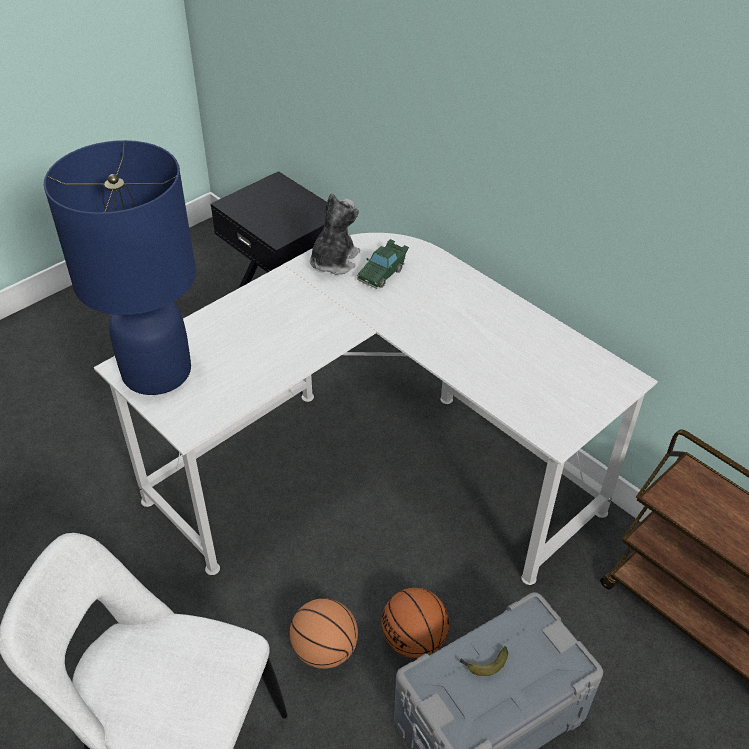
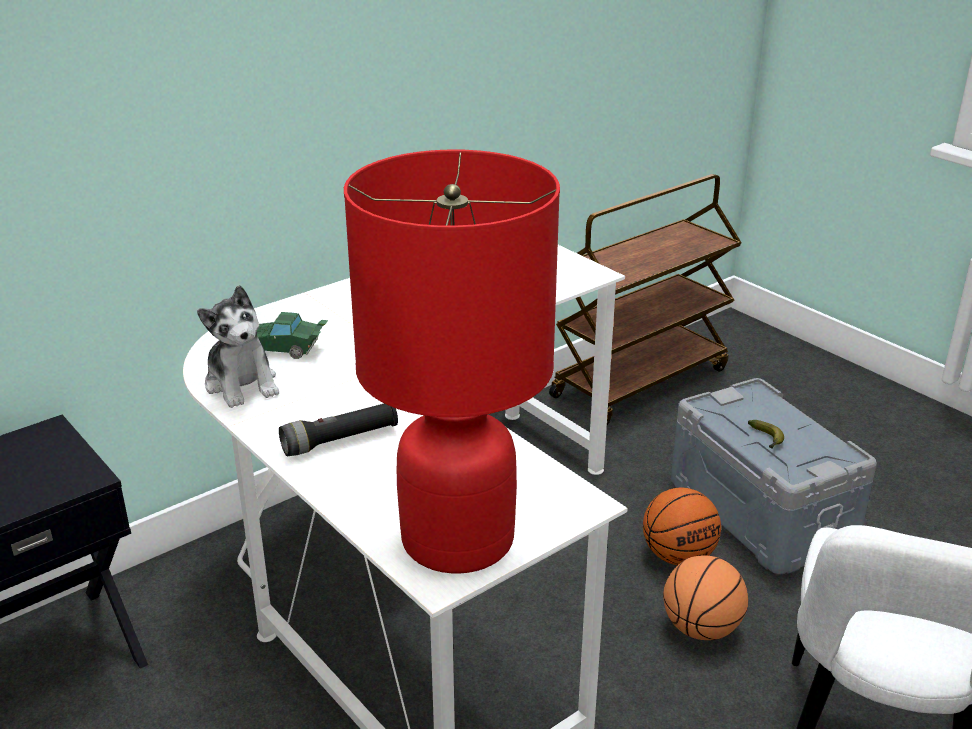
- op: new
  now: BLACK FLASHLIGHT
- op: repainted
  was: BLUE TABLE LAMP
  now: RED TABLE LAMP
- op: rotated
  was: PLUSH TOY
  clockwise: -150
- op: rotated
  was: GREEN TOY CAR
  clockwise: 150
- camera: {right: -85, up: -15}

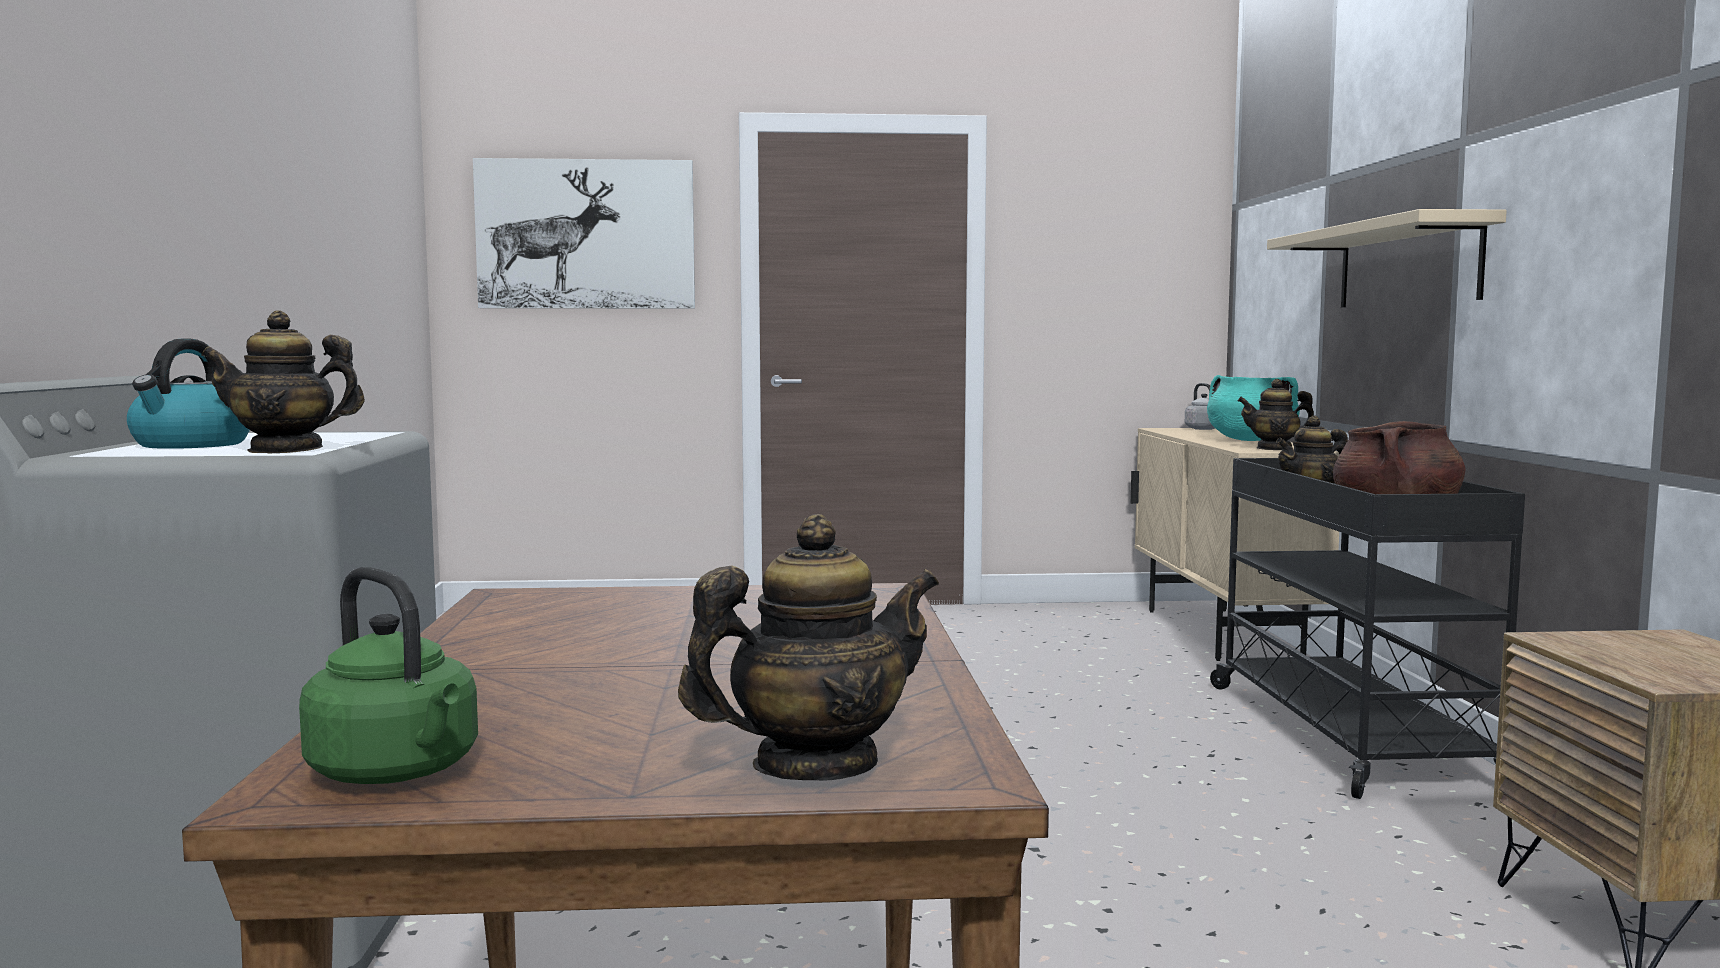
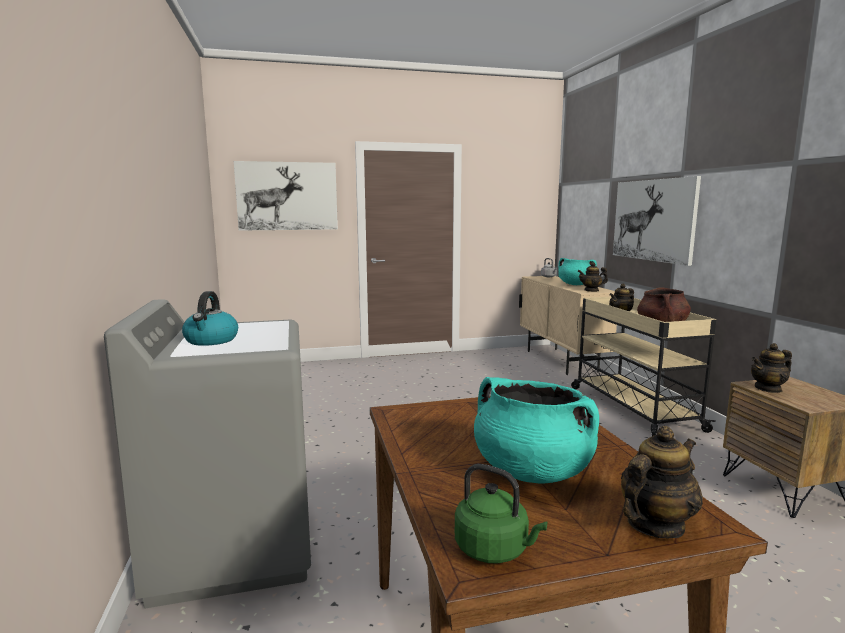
- op: new
  now: TURQUOISE COOKING POT (no. 1 from left)
- op: shifted
  was: TEAPOT (no. 1 from left in the first image)
  now: TEAPOT (no. 4 from left)
- op: swapped
  was: BEIGE SHELF
  now: PICTURE (no. 2 from left)
- op: repainted
  was: BLACK CART
  now: BEIGE CART
- camera: {right: -10, up: 5}

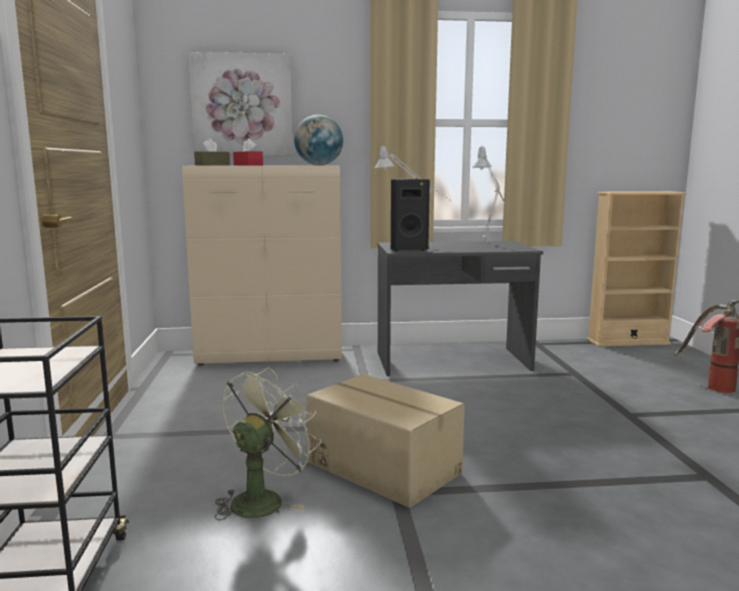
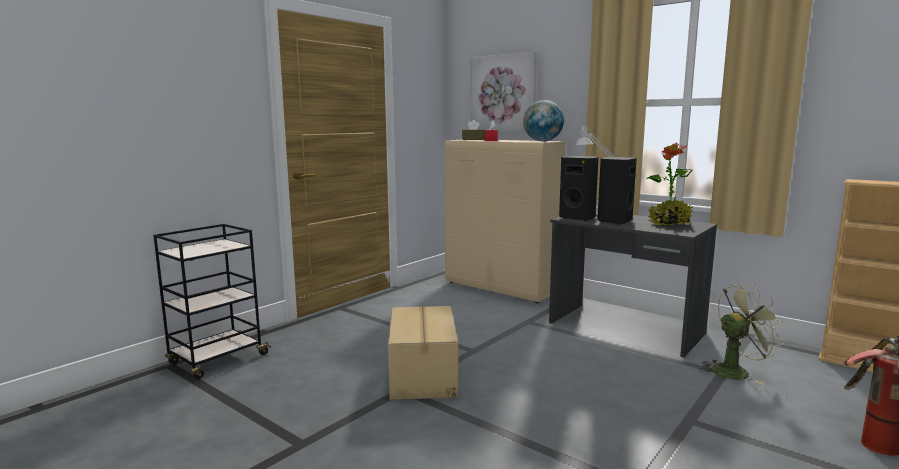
- op: new
  now: BLACK SPEAKER (no. 2 from left)
- op: shifted
  was: GREEN FAN
- op: swapped
  was: GREY TABLE LAMP (no. 2 from left)
  now: POTTED PLANT
- camera: {right: 45, up: 0}

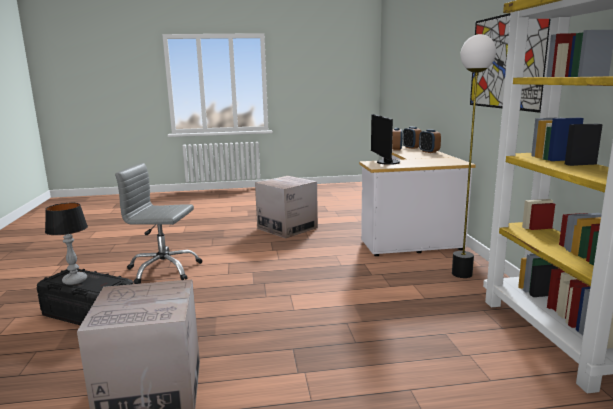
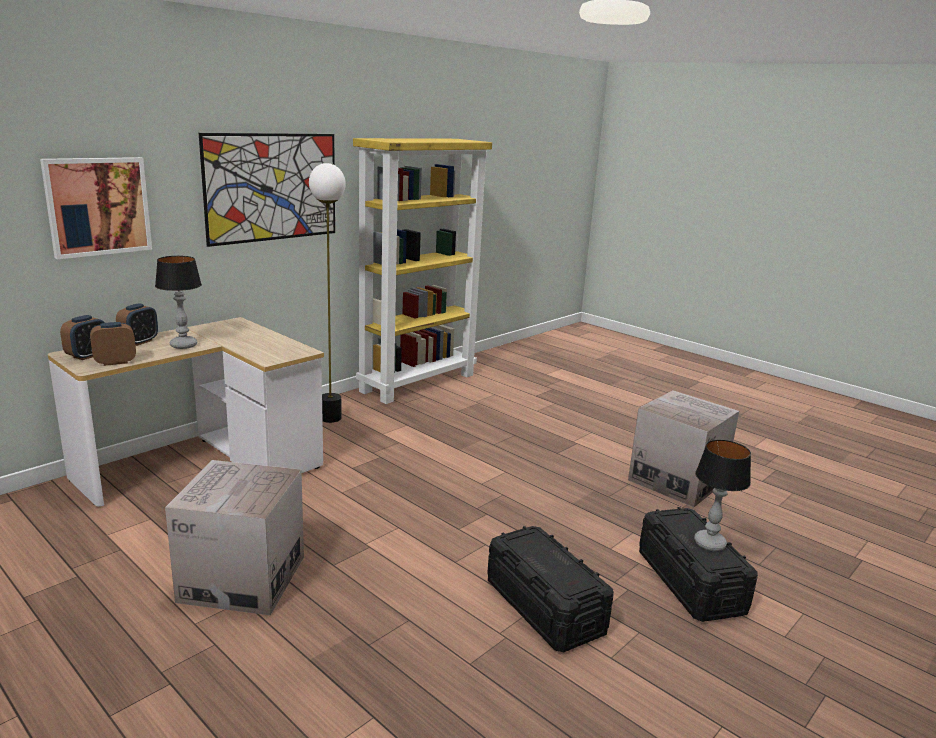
- op: gone
  was: MONITOR
- op: new
  now: PICTURE (no. 1 from left)
- op: new
  now: TABLE LAMP (no. 1 from left)
- op: swapped
  was: GREY OFFICE CHAIR
  now: BLACK STORAGE BOX (no. 1 from left)
- camera: {right: -130, up: 5}

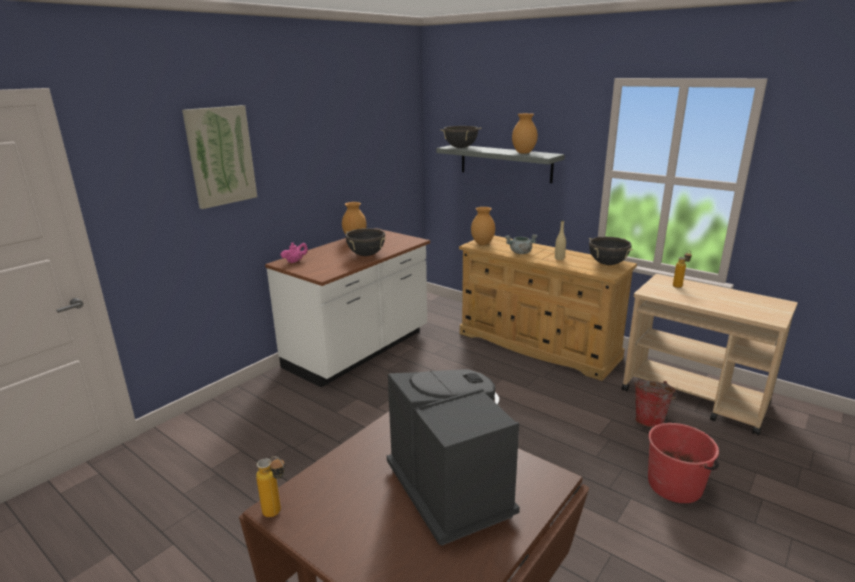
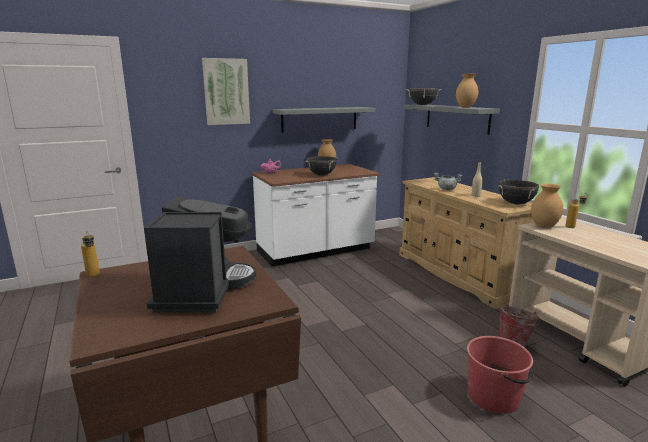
- op: new
  now: GREY SHELF (no. 1 from left)
- op: shifted
  was: BROWN VASE (no. 2 from left in the first image)
  now: BROWN VASE (no. 3 from left)
- camera: {right: 25, up: -5}

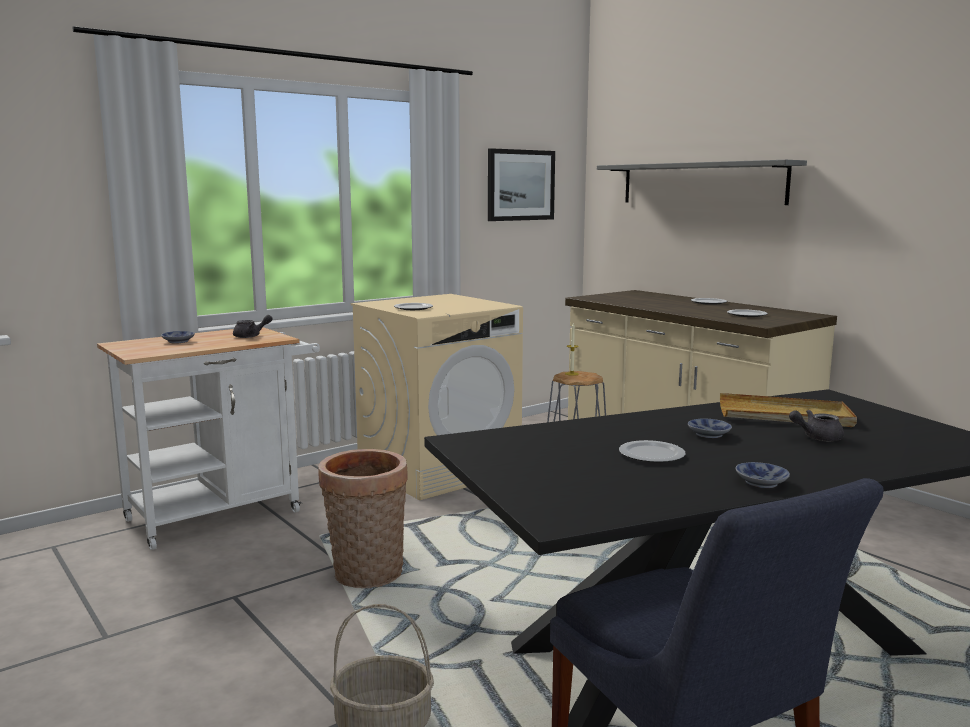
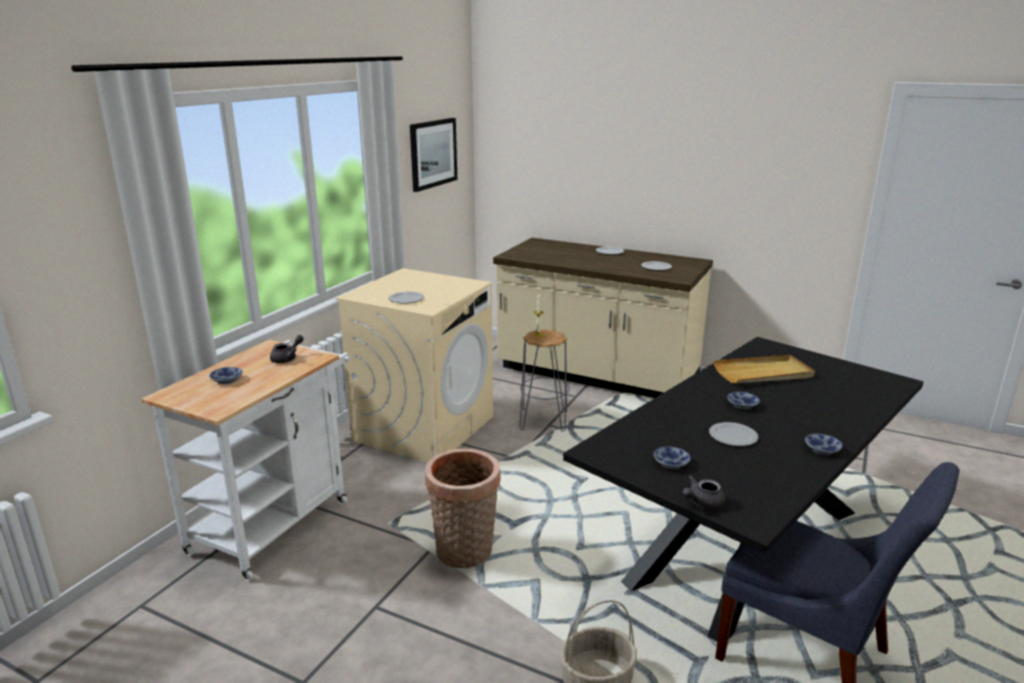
- op: gone
  was: GREY SHELF
- op: new
  now: BOWL (no. 2 from left)
- op: shifted
  was: GREY TEAPOT (no. 2 from left)
- camera: {right: -25, up: 10}

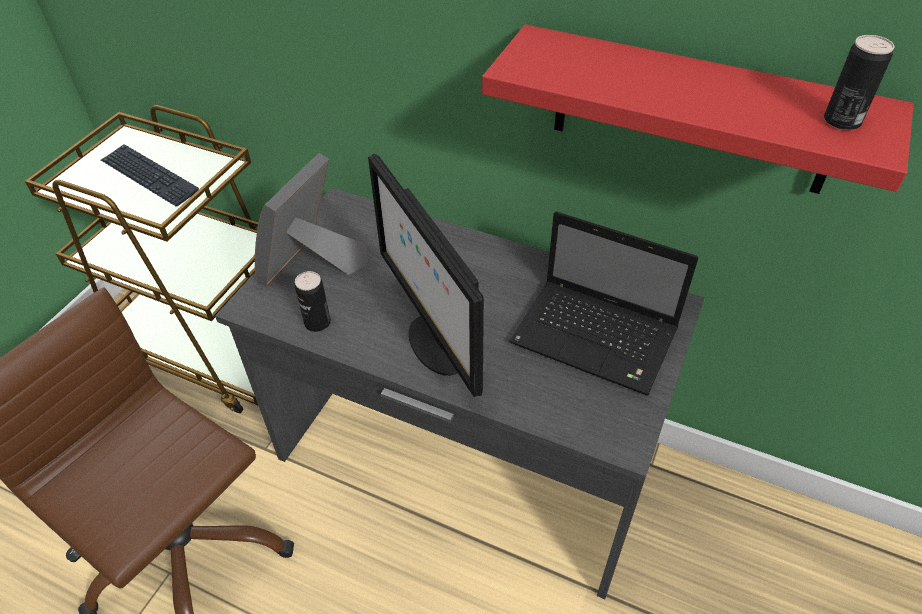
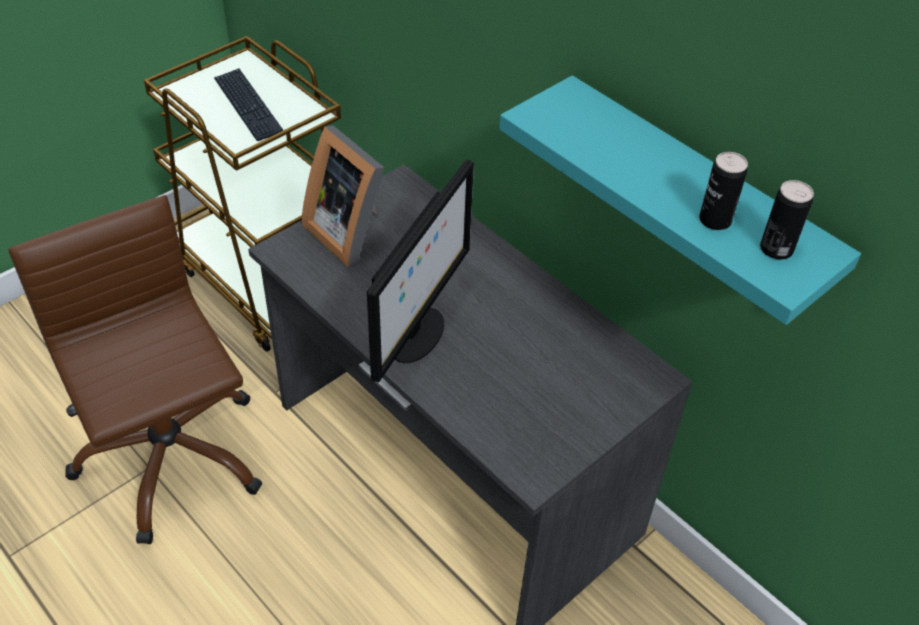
- op: gone
  was: LAPTOP
- op: shifted
  was: CAN (no. 1 from left)
- op: repainted
  was: RED SHELF
  now: TURQUOISE SHELF
- op: rotated
  was: PICTURE FRAME
  clockwise: -90
- op: rotated
  was: MONITOR
  clockwise: -150
- camera: {right: 20, up: 0}

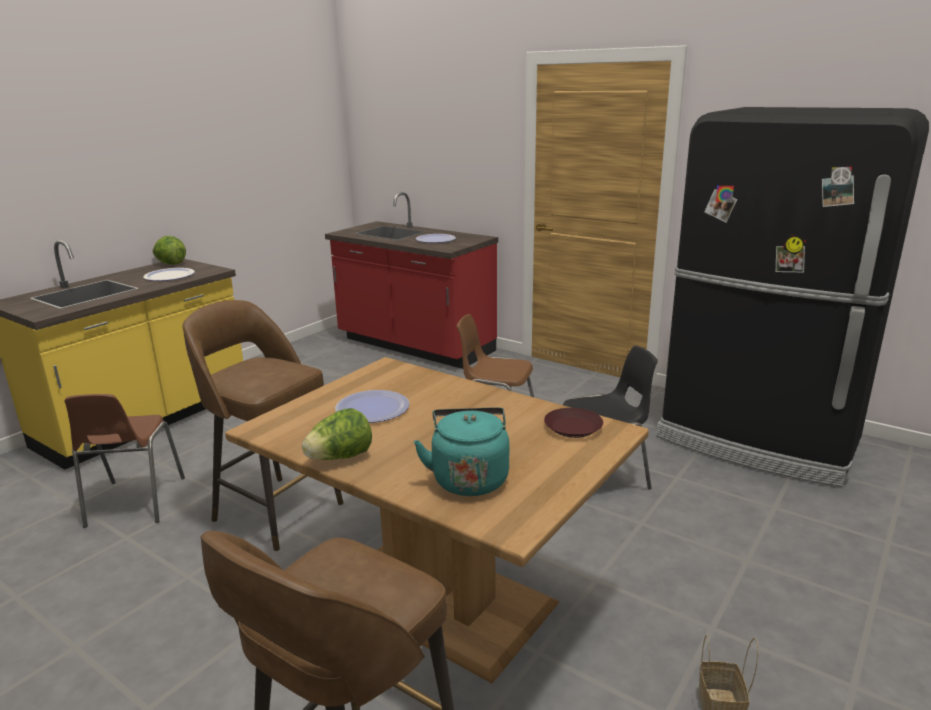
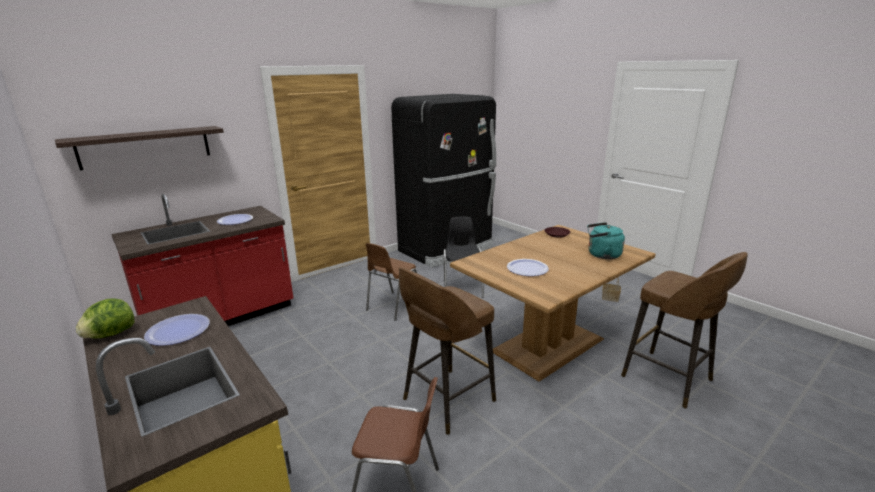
- op: gone
  was: LETTUCE (no. 2 from left)
- op: new
  now: SHELF
- camera: {right: -75, up: 0}

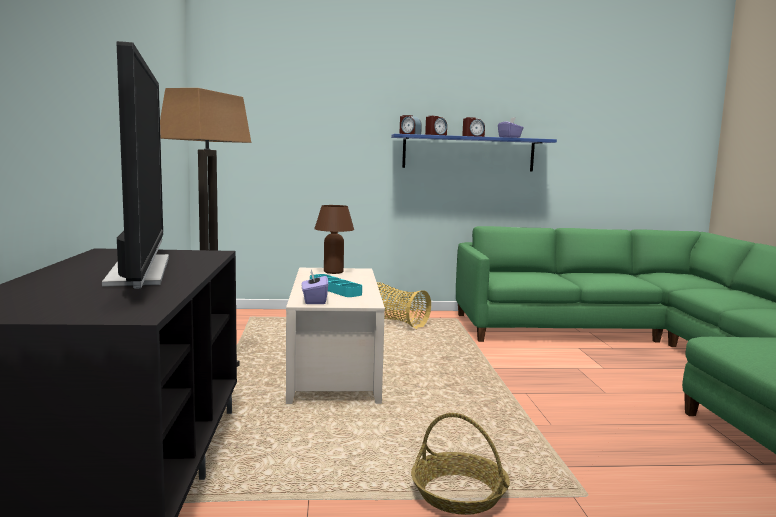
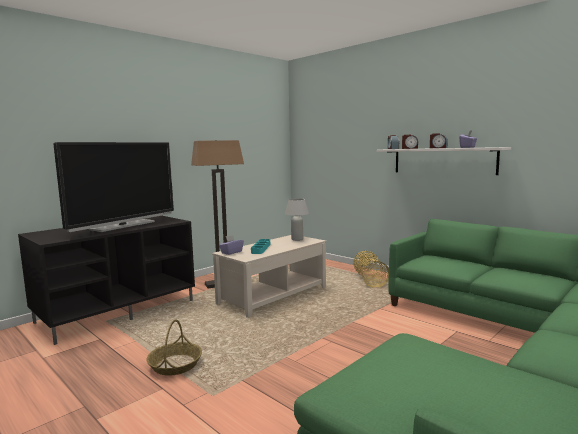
- op: repainted
  was: BROWN TABLE LAMP
  now: WHITE TABLE LAMP
- op: repainted
  was: BLUE SHELF
  now: WHITE SHELF
- camera: {right: 50, up: 0}

